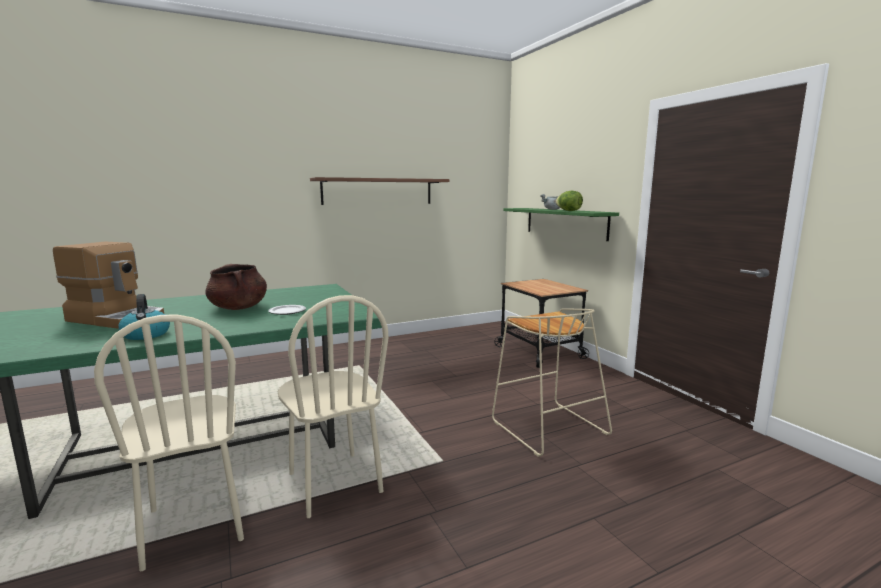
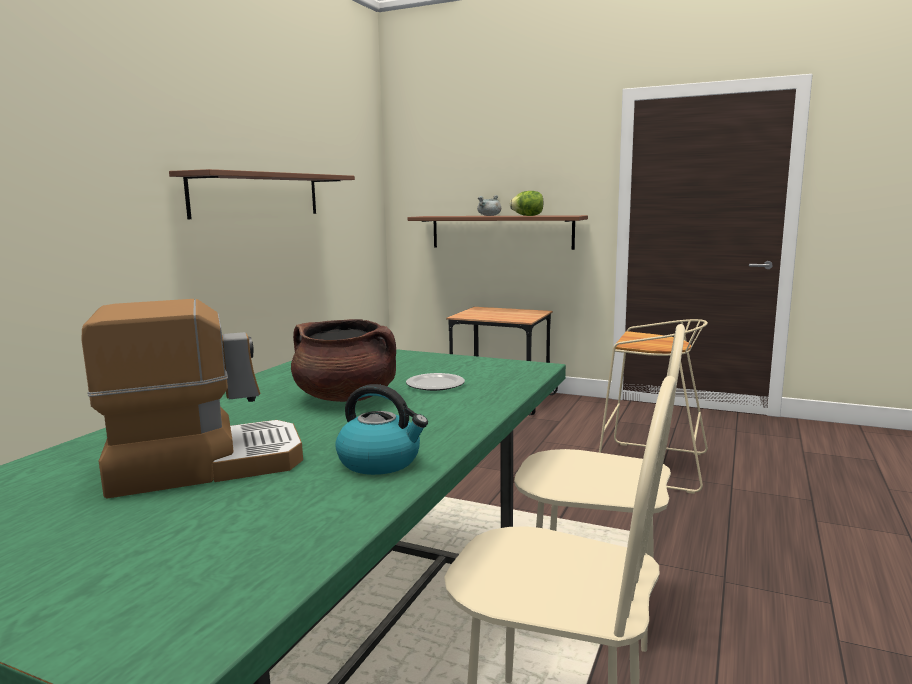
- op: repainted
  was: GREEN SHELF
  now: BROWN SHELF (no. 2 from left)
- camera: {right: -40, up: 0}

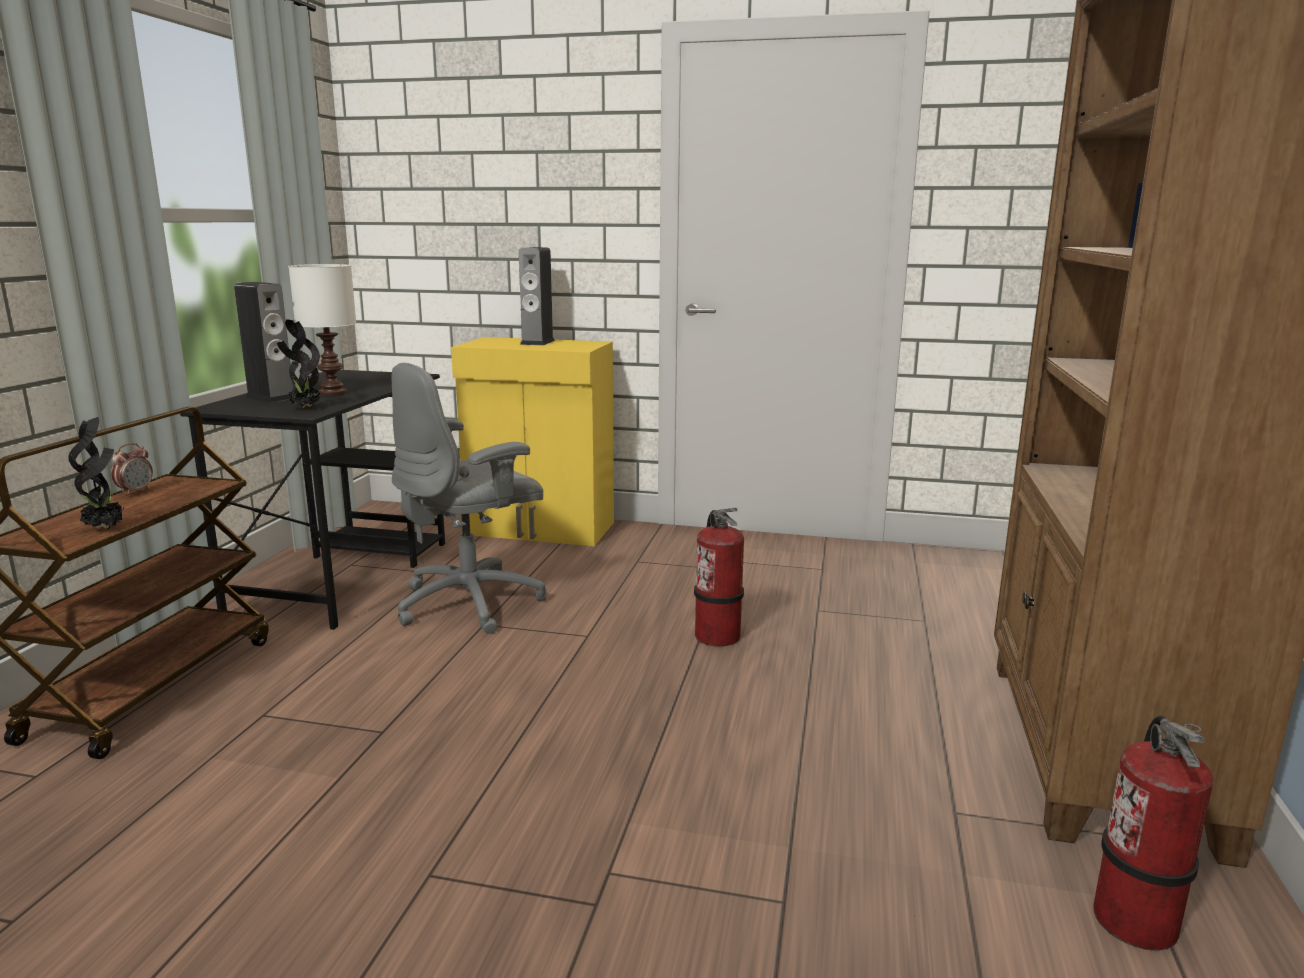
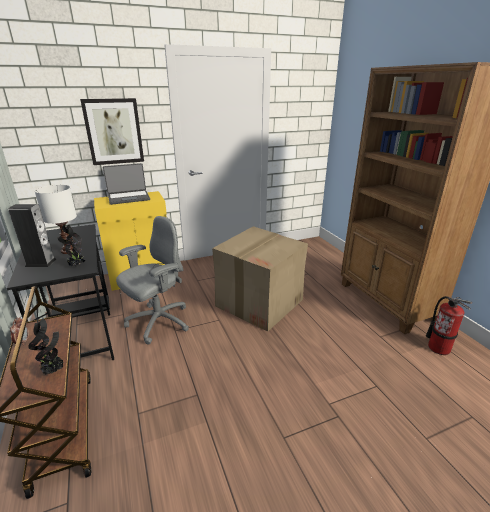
- op: new
  now: PICTURE
- op: swapped
  was: SPEAKER (no. 2 from left)
  now: LAPTOP
- op: swapped
  was: FIRE EXTINGUISHER (no. 1 from left)
  now: CARDBOARD BOX
- op: rotated
  was: GREY OFFICE CHAIR
  clockwise: -150
- camera: {right: -35, up: 10}

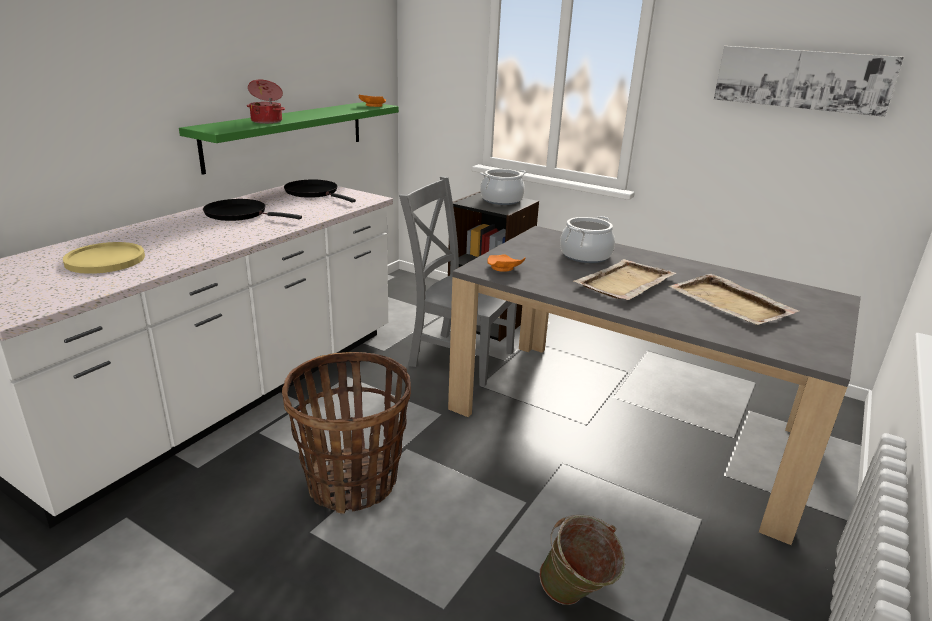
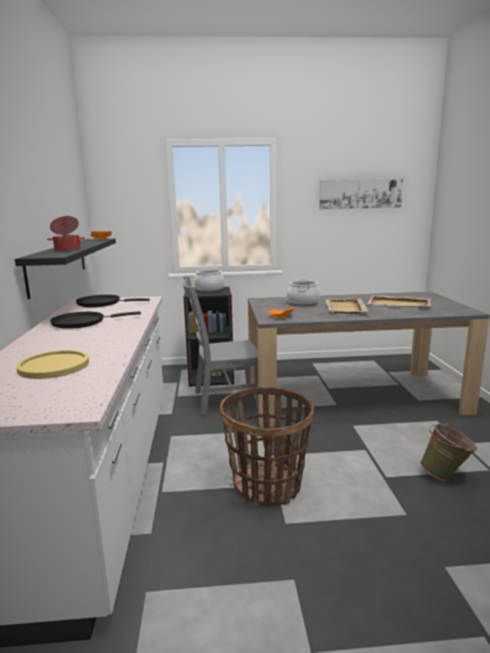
- op: repainted
  was: GREEN SHELF
  now: BLACK SHELF
- camera: {right: -35, up: -10}

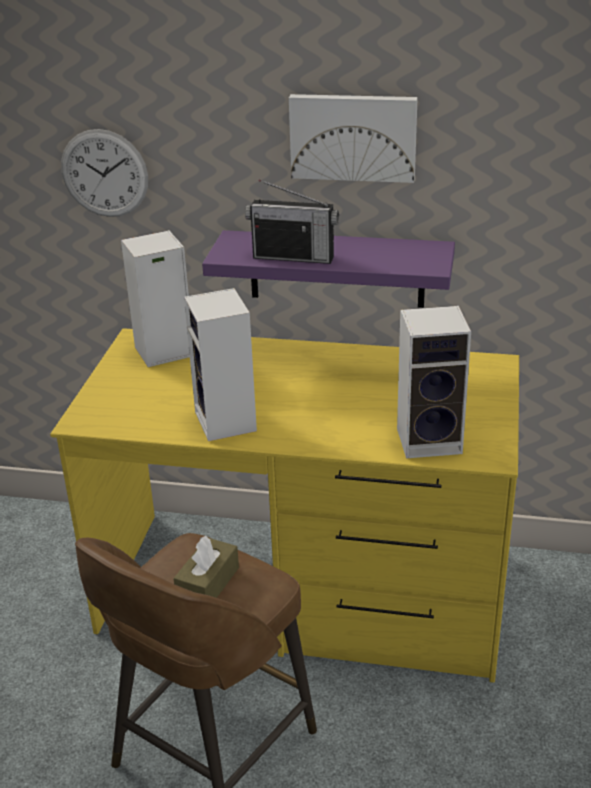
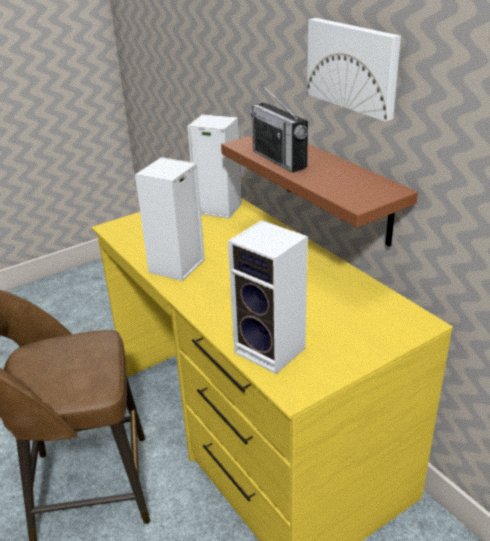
- op: gone
  was: WALL CLOCK
- op: gone
  was: BROWN TISSUE BOX
- op: repainted
  was: PURPLE SHELF
  now: BROWN SHELF
- camera: {right: 45, up: 0}

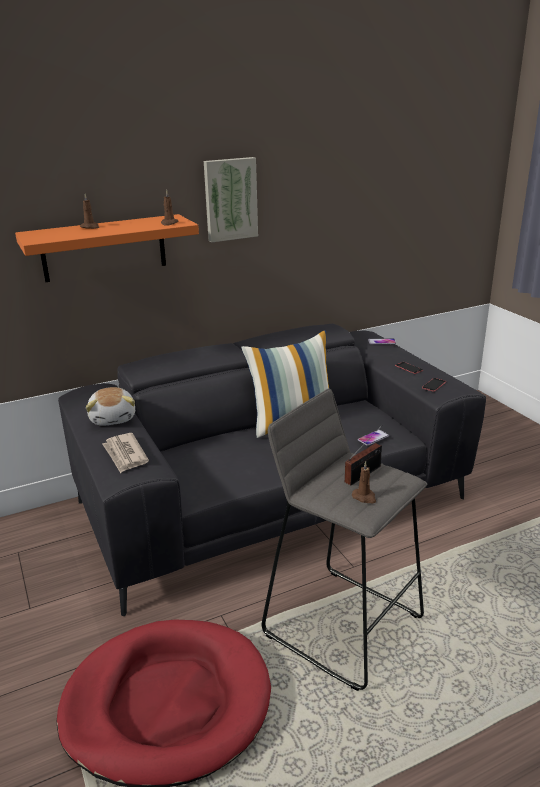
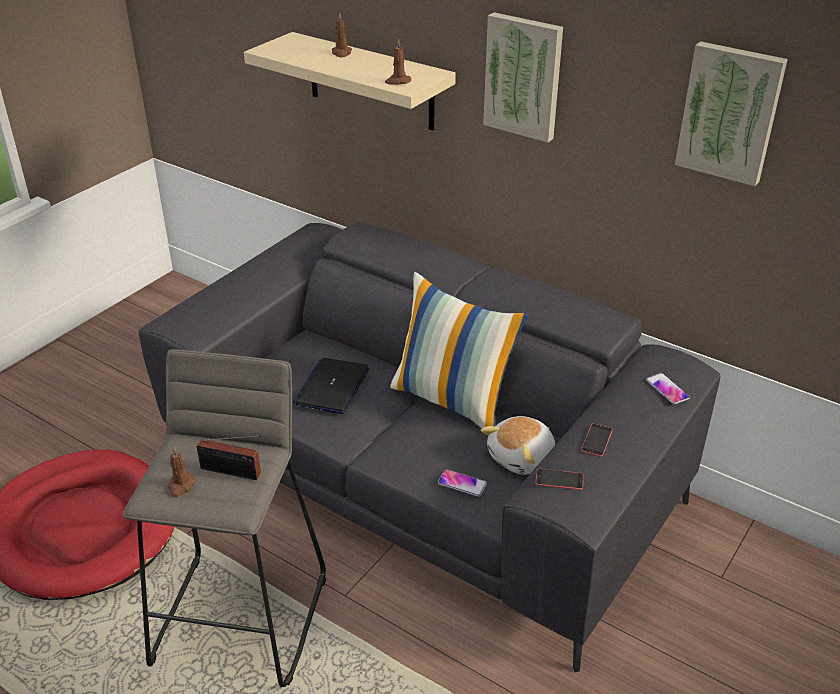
- op: gone
  was: NEWSPAPER
- op: new
  now: LAPTOP
- op: new
  now: PICTURE (no. 2 from left)
- op: shifted
  was: PLUSH TOY
- op: repainted
  was: ORANGE SHELF
  now: BEIGE SHELF
- camera: {right: 60, up: 10}

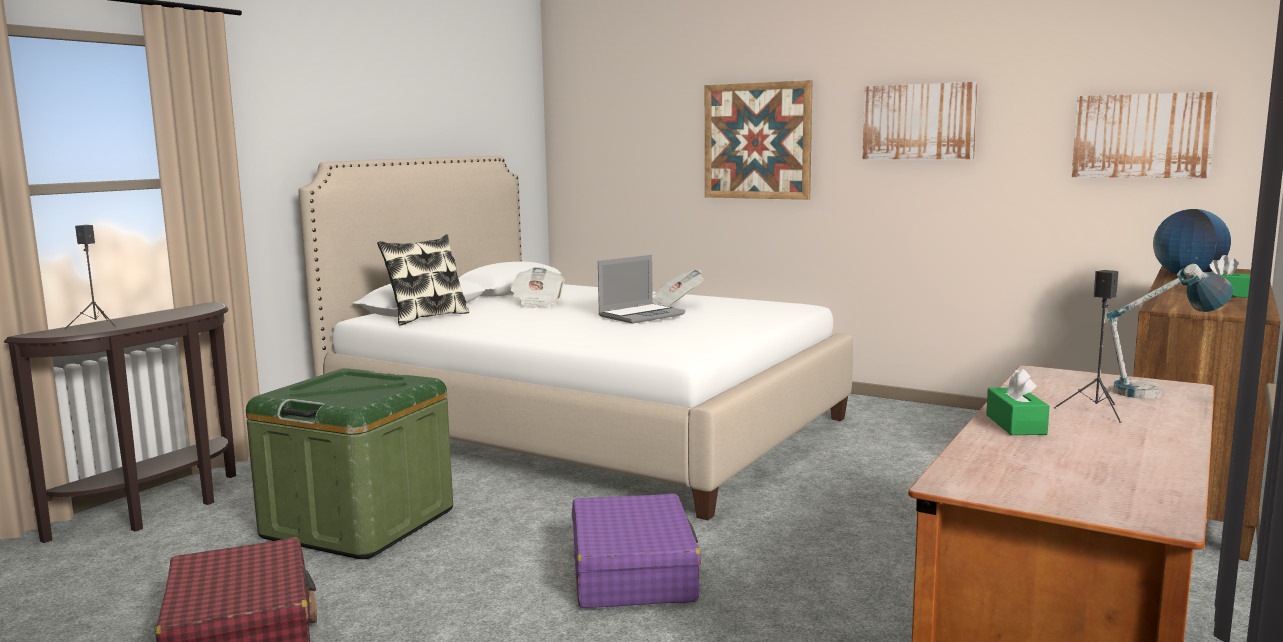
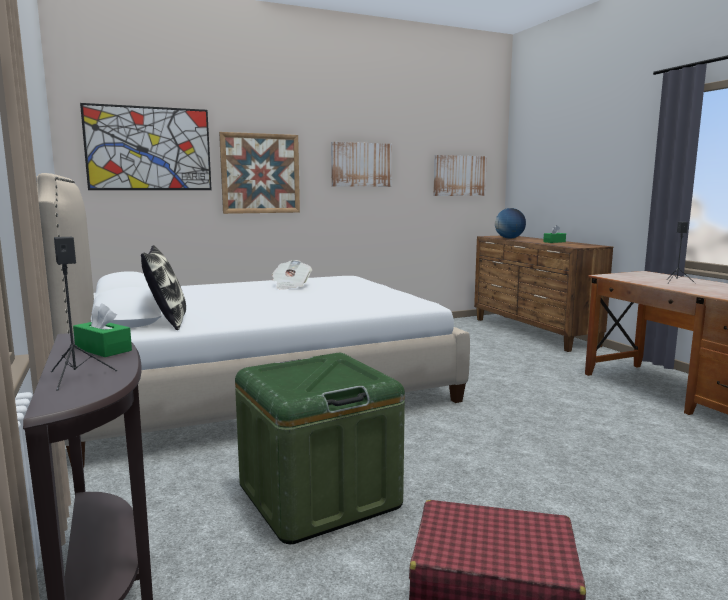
- op: gone
  was: NEWSPAPER (no. 1 from left)
- op: gone
  was: PURPLE SUITCASE
- op: gone
  was: LAPTOP
- op: gone
  was: TABLE LAMP
- op: new
  now: PICTURE (no. 1 from left)
- op: shifted
  was: GREEN TISSUE BOX (no. 1 from left)
- camera: {right: -55, up: 0}

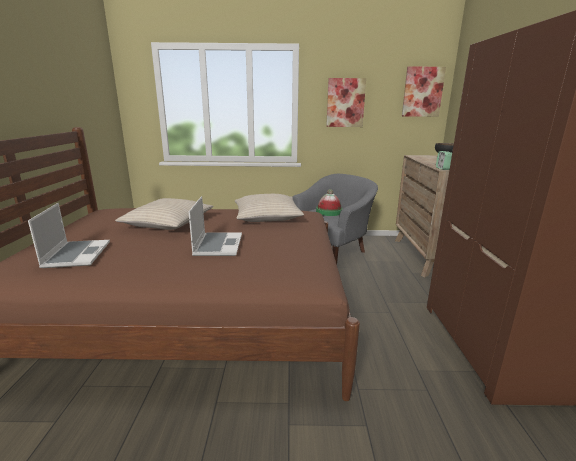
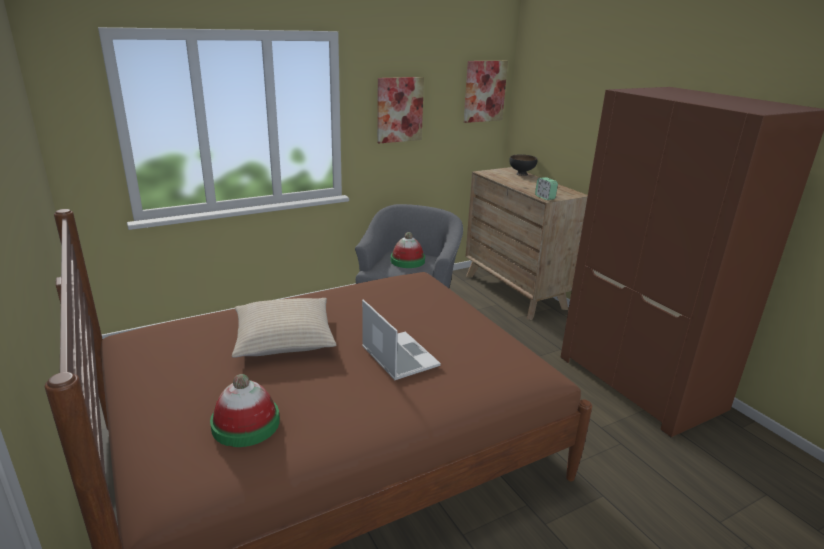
- op: gone
  was: BEIGE PILLOW (no. 2 from left)
- op: swapped
  was: LAPTOP (no. 1 from left)
  now: HAT (no. 1 from left)
- camera: {right: -30, up: 5}

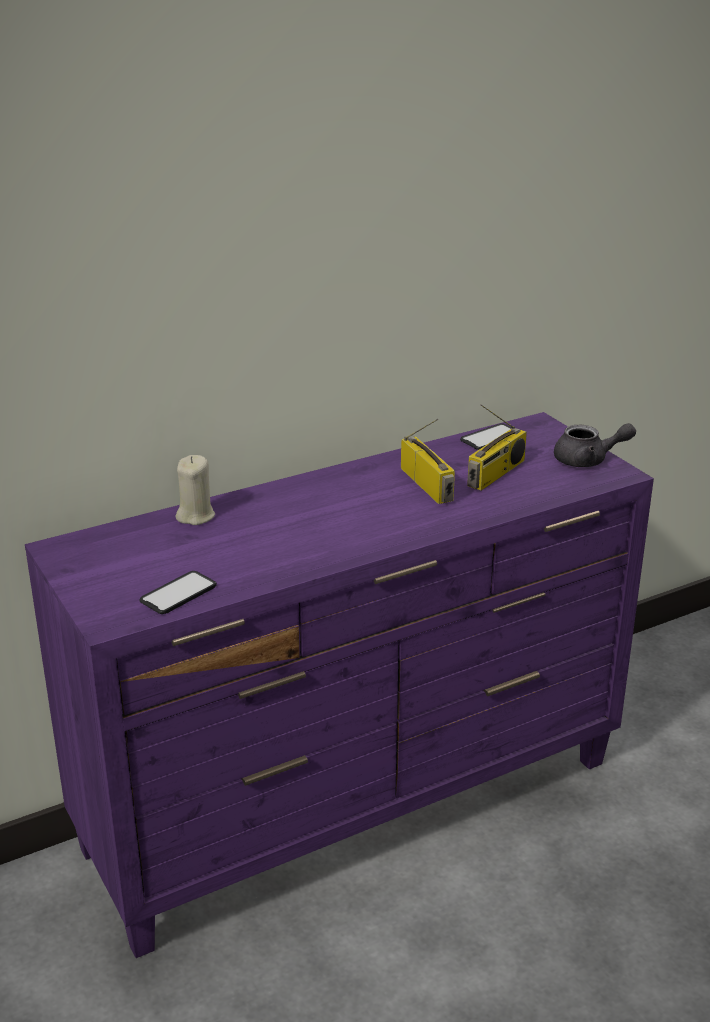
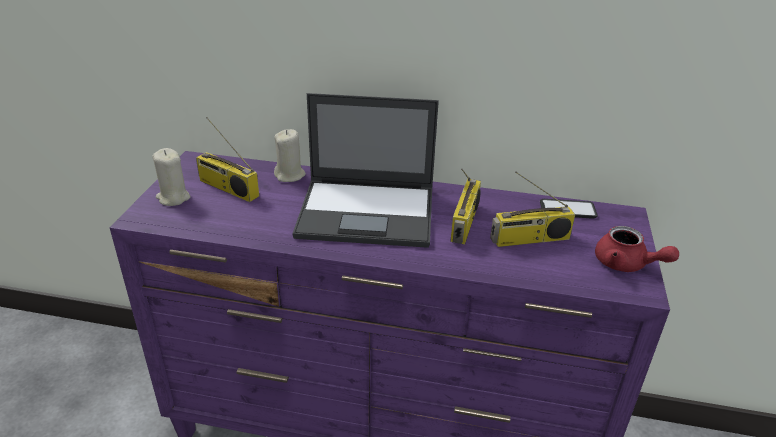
- op: gone
  was: PHONE (no. 1 from left)
- op: new
  now: BEIGE CANDLE (no. 1 from left)
- op: new
  now: RADIO (no. 1 from left)
- op: new
  now: LAPTOP
- op: repainted
  was: GREY TEAPOT
  now: RED TEAPOT
- camera: {right: 40, up: 5}

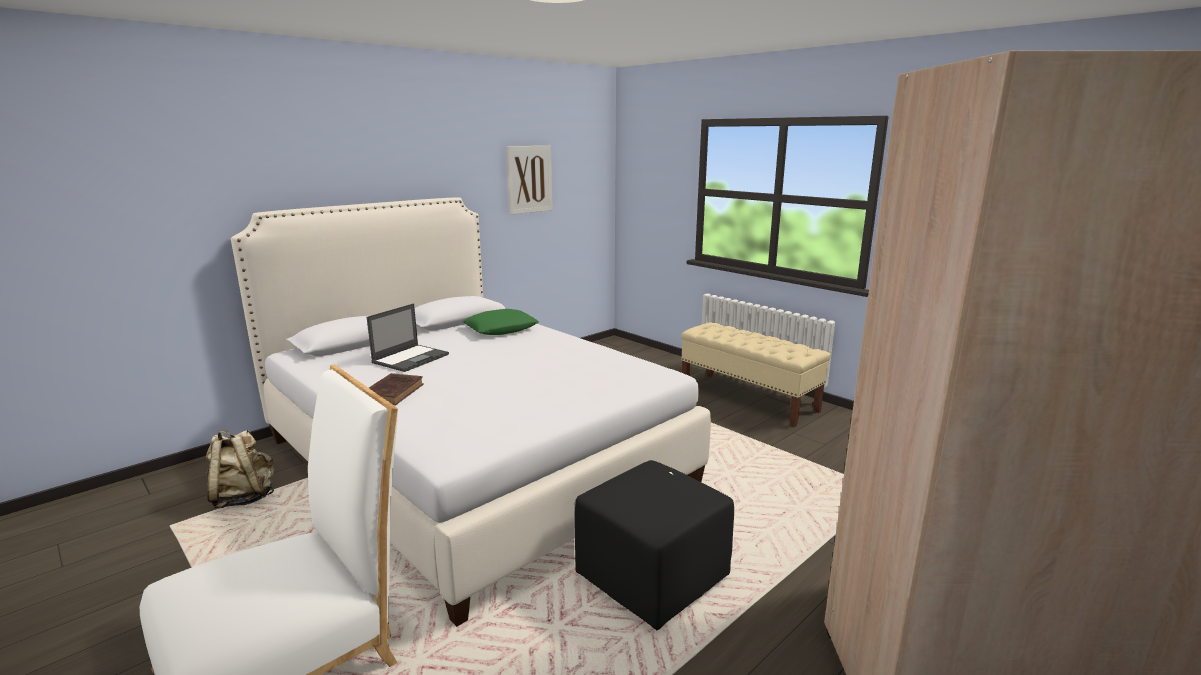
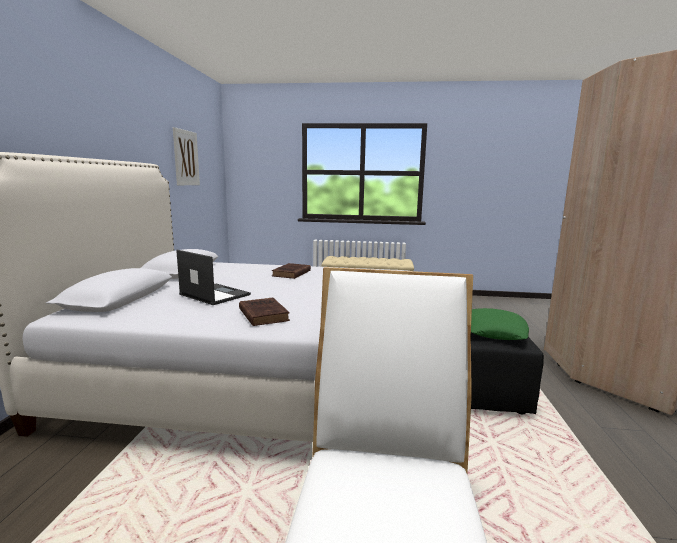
- op: gone
  was: BEIGE BACKPACK
- op: new
  now: BROWN BOOK (no. 2 from left)
- op: shifted
  was: GREEN PILLOW
- op: rotated
  was: LAPTOP
  clockwise: -45
- camera: {right: -40, up: -5}

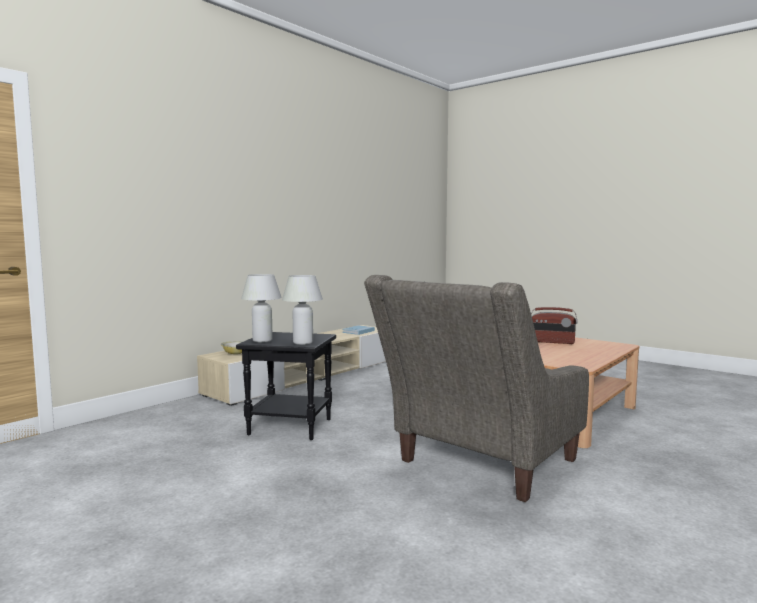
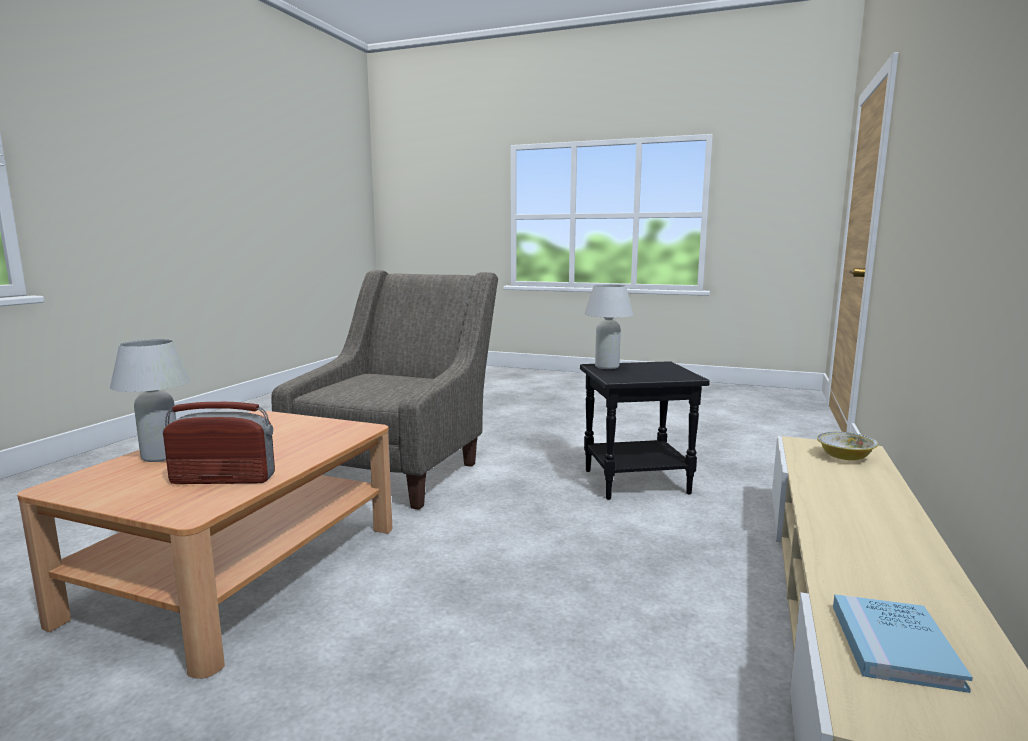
- op: shifted
  was: WHITE TABLE LAMP (no. 1 from left)
- camera: {right: 160, up: 5}

